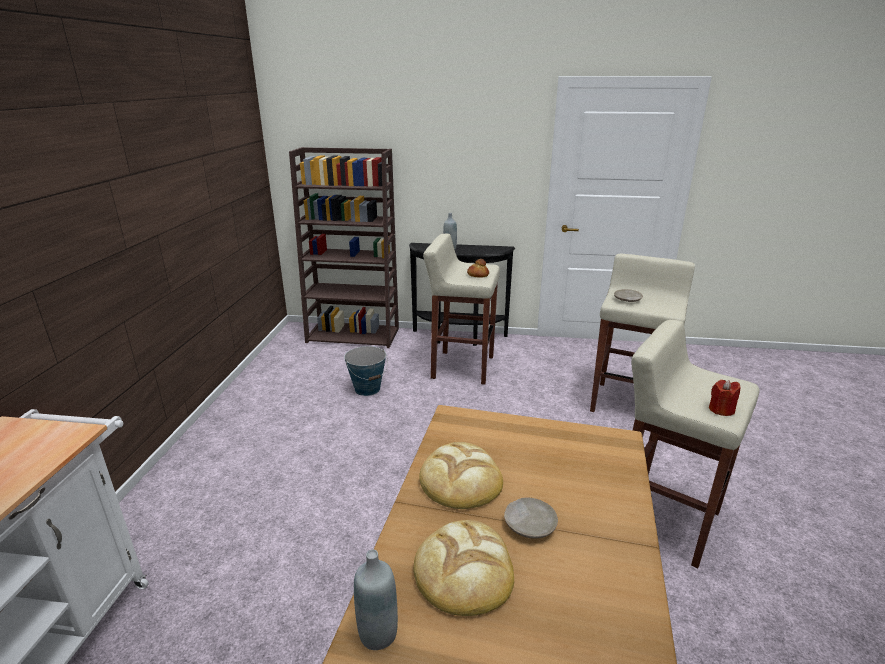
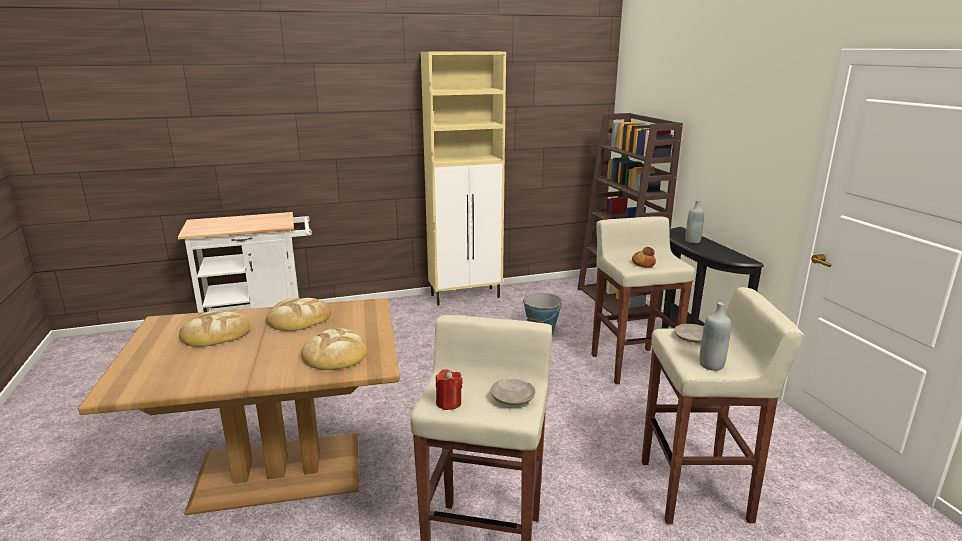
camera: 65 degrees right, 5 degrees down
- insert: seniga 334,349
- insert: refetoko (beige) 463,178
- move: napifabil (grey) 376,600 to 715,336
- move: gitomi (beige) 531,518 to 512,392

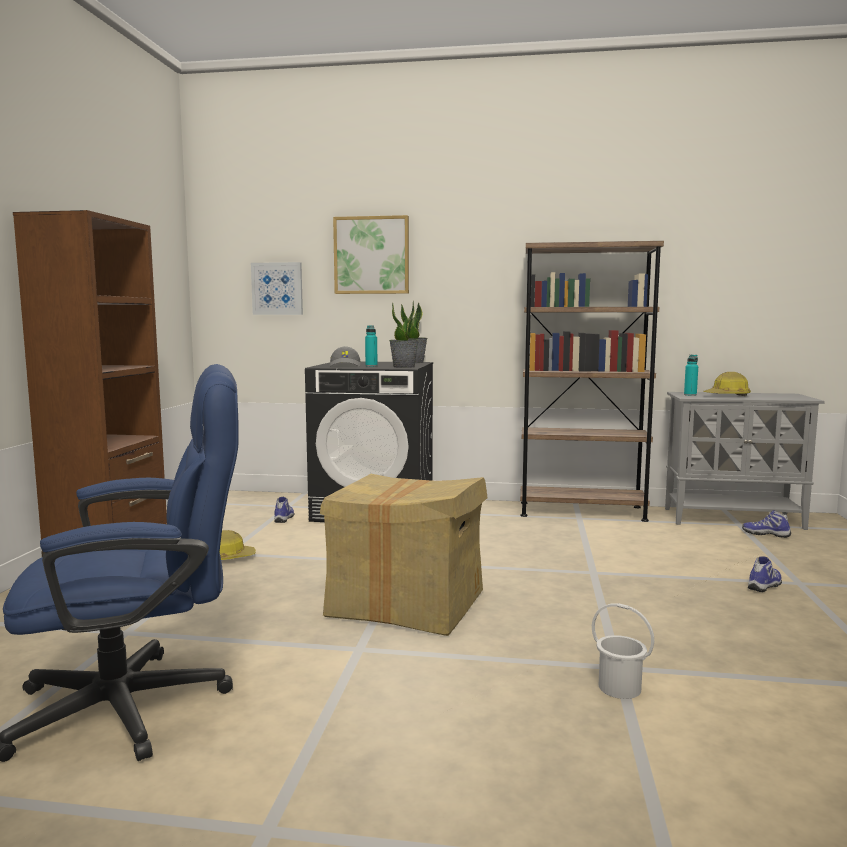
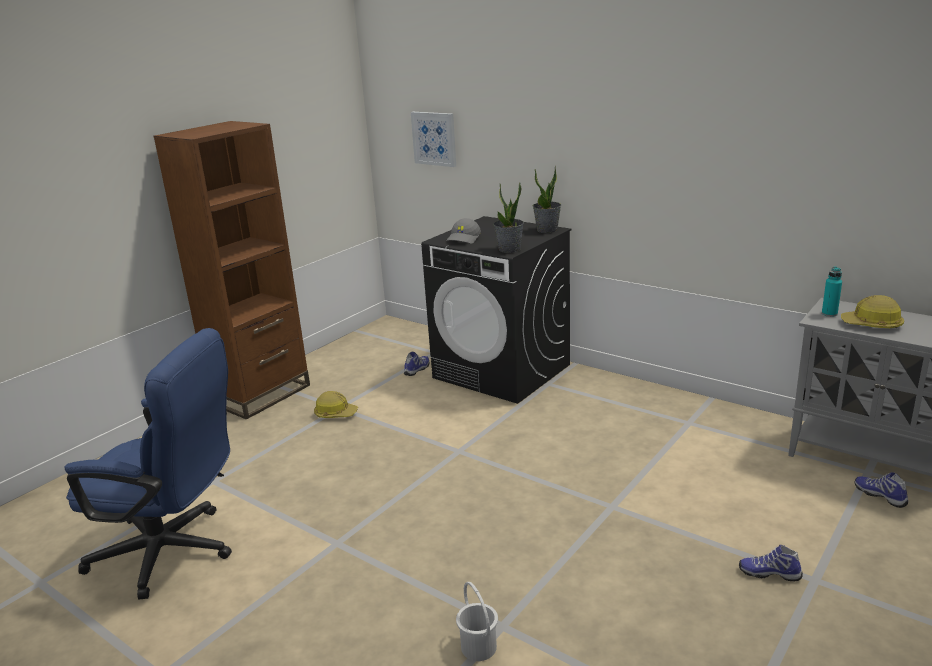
camera: 30 degrees right, 15 degrees up
- delete: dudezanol 404,555
- delete: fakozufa 371,254
- delete: napifabil (turquoise) 371,346
- delete: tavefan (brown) 592,381
- rotate: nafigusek 765,574 = 771,563 150 degrees counterclockwise

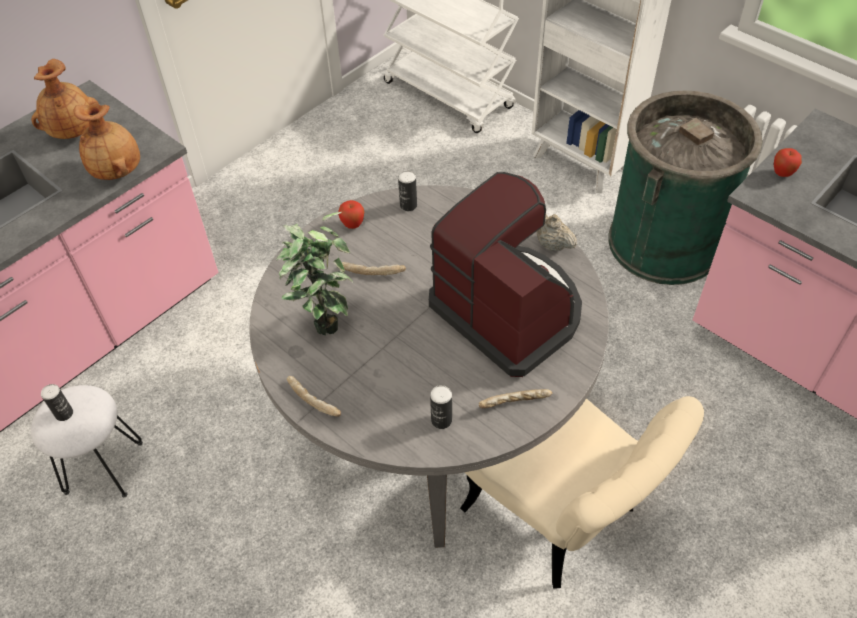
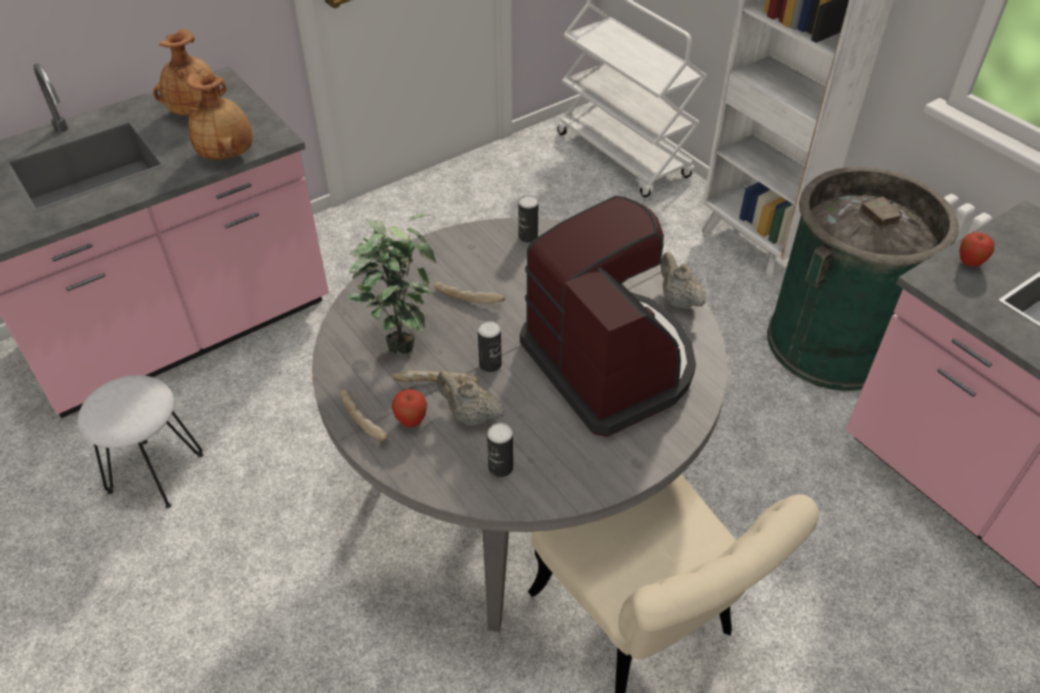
camera: 10 degrees right, 5 degrees down
- insert: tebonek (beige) 471,398
- move: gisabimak 57,402 to 490,346
- move: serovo 351,214 to 409,408
- move: seniga 516,398 to 435,377

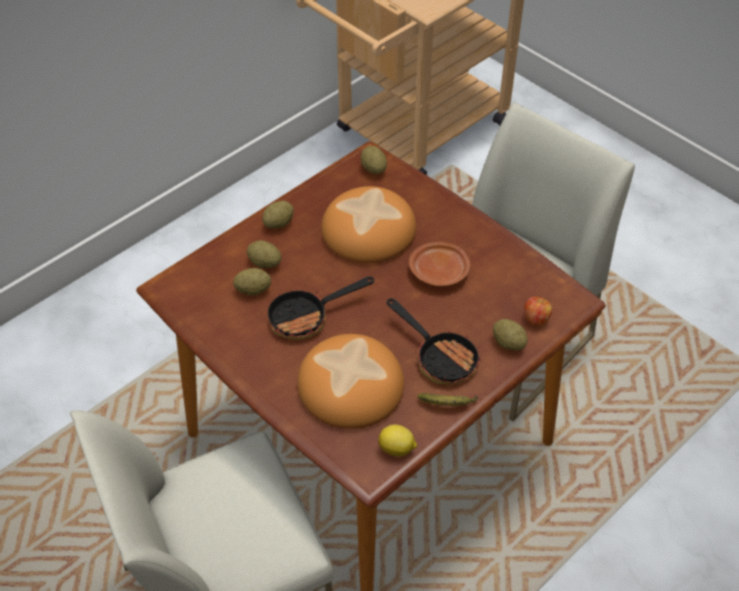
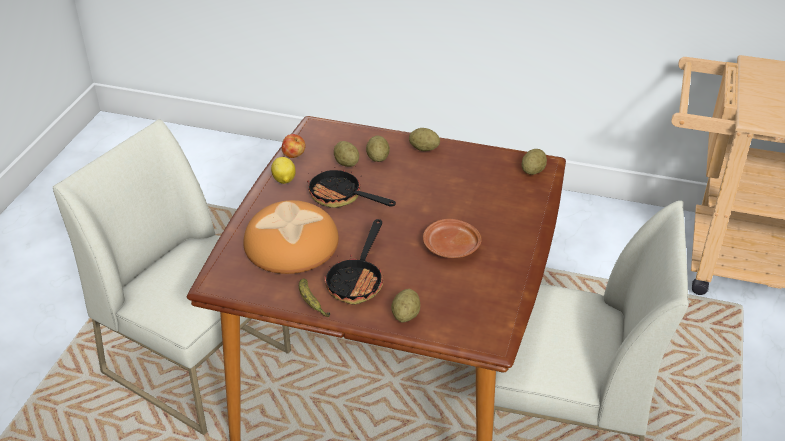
camera: 60 degrees right, 10 degrees down
- delete: seniga 368,224
- move: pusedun 397,440 to 283,170
- move: serovo 538,311 to 294,146

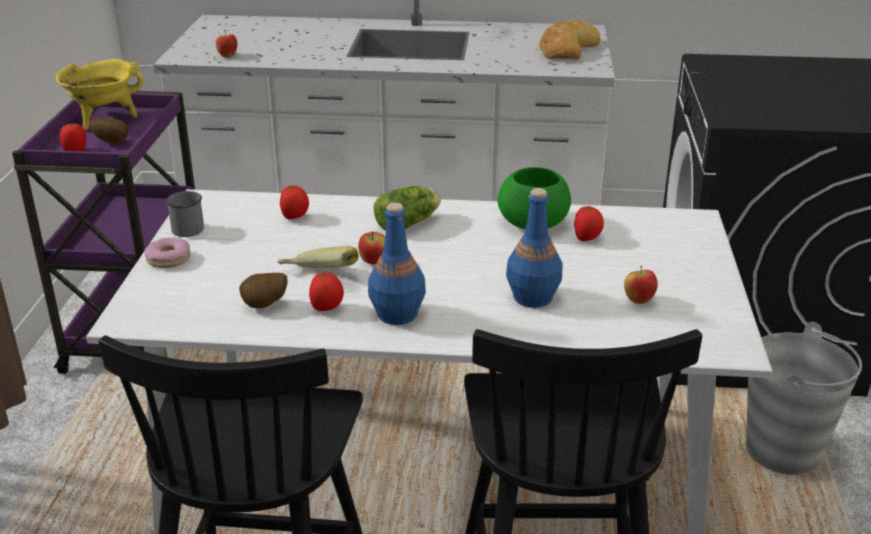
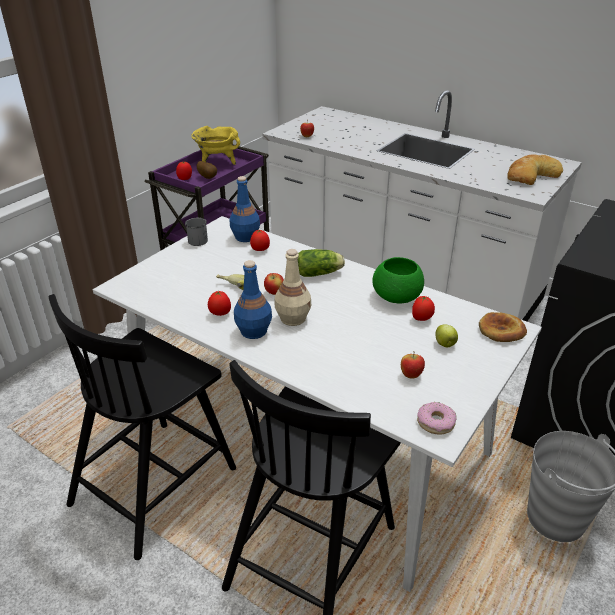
camera: 30 degrees right, 5 degrees up
- delete: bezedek 263,290
- insert: napifabil (beige) 293,287
- insert: serovo 447,335
- insert: seniga 503,327
- move: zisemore 168,253 to 437,418
- move: napifabil (blue) 534,248 to 245,209

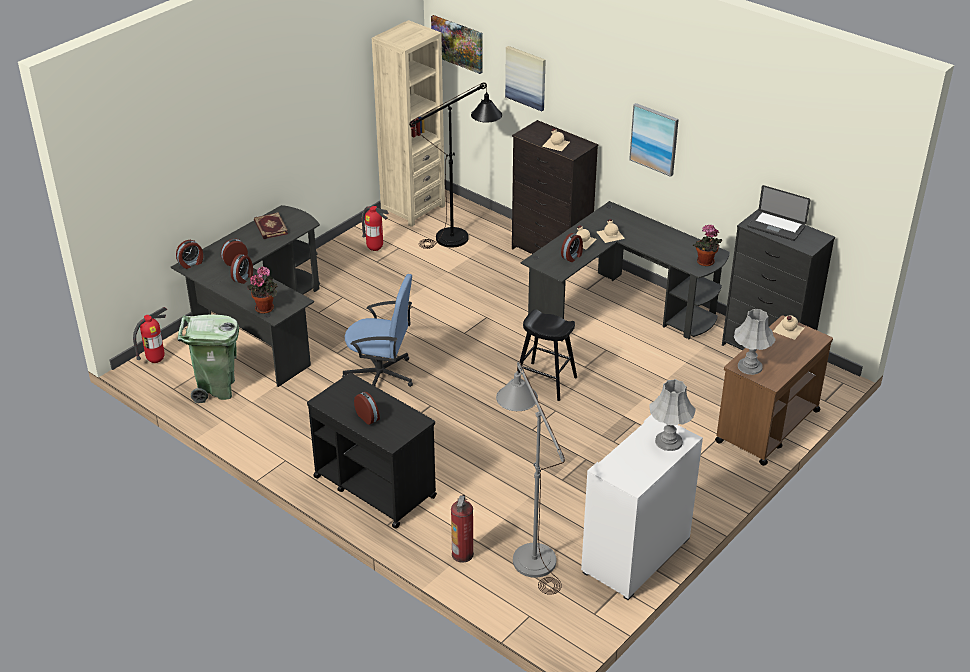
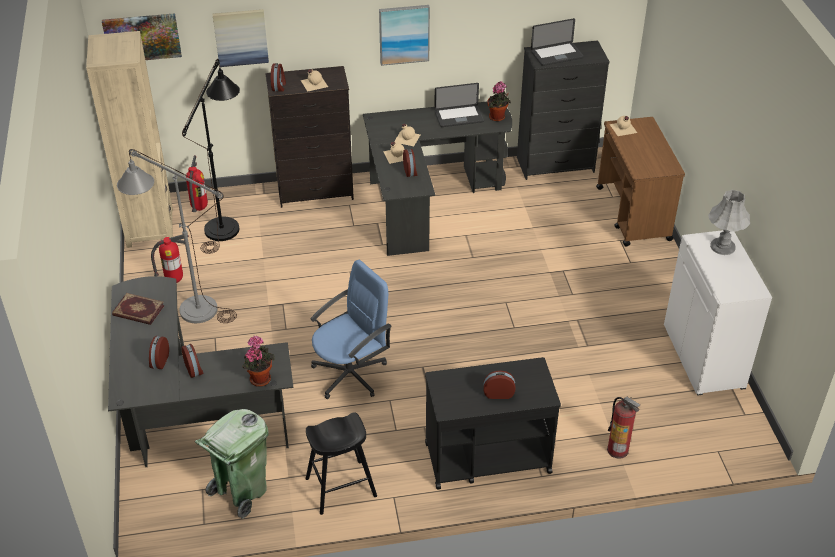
camera: 50 degrees left, 5 degrees up
- delete: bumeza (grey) 755,342
- insert: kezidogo 459,105
- move: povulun 150,335 to 197,183
- move: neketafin 189,254 to 278,77
- move: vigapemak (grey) 530,478 to 177,236
- move: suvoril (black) 547,355 to 341,463

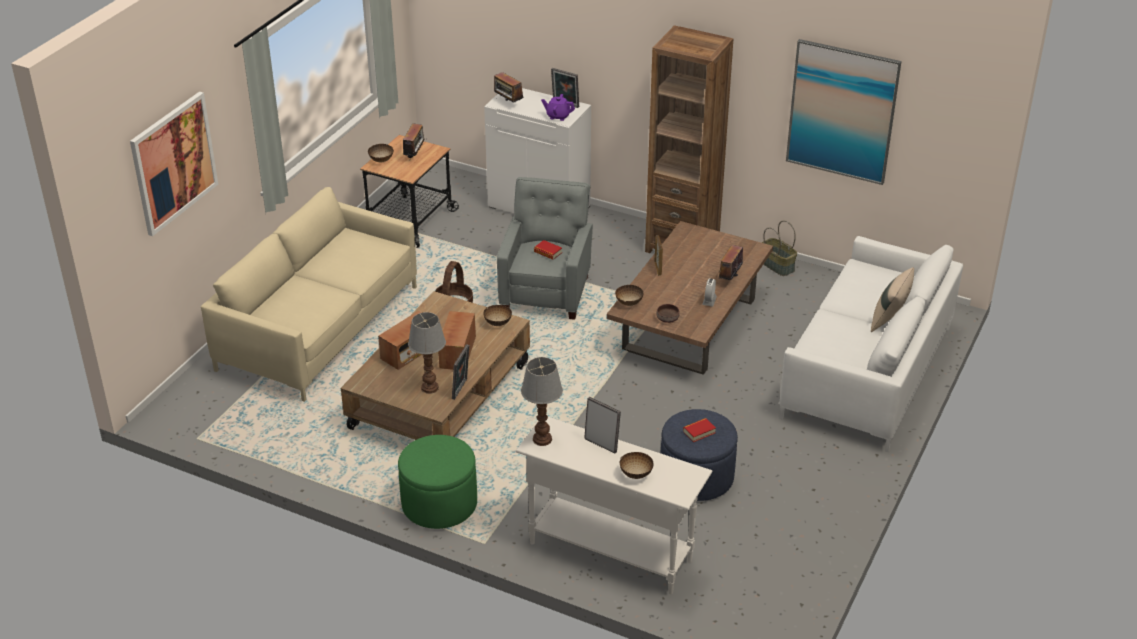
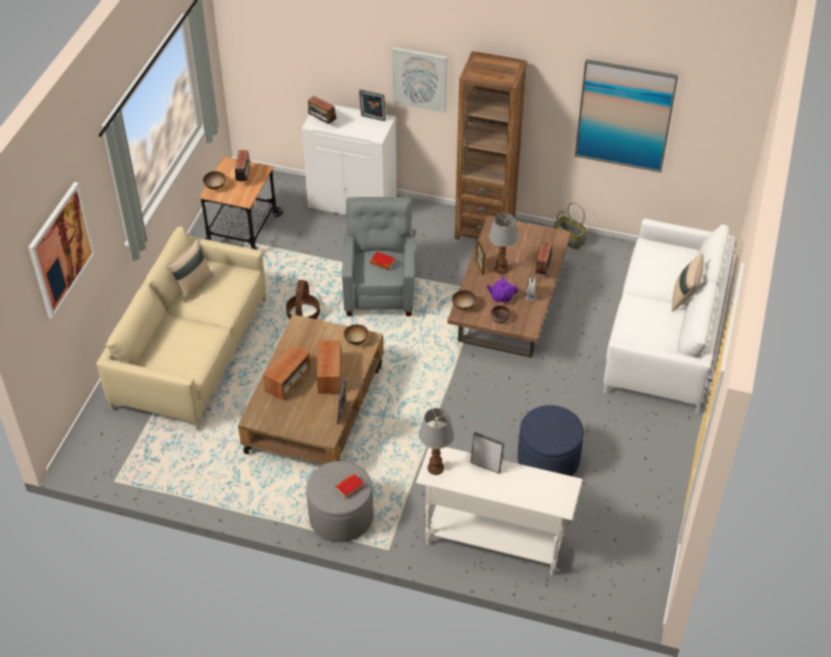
camera: 10 degrees left, 10 degrees up
- delete: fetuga 637,465
- insert: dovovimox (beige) 189,270
- insert: fakozufa 419,80
- move: bumeza 427,353 to 504,243
- move: tebonek (purple) 558,107 to 502,289
- move: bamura 699,430 to 349,486
- recolor: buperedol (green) 437,482 to buperedol (grey) 339,501

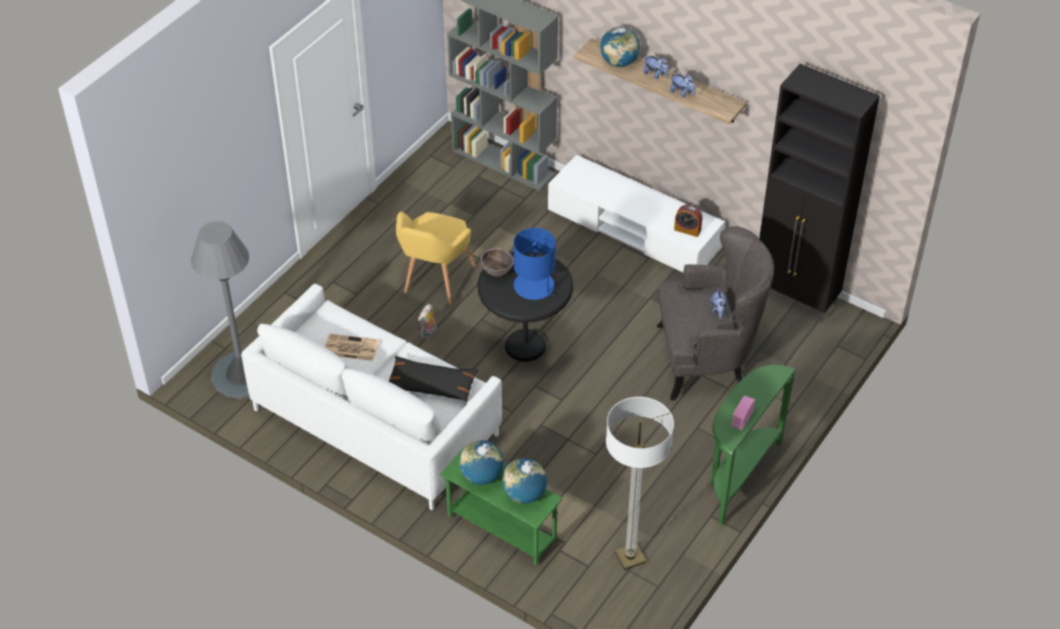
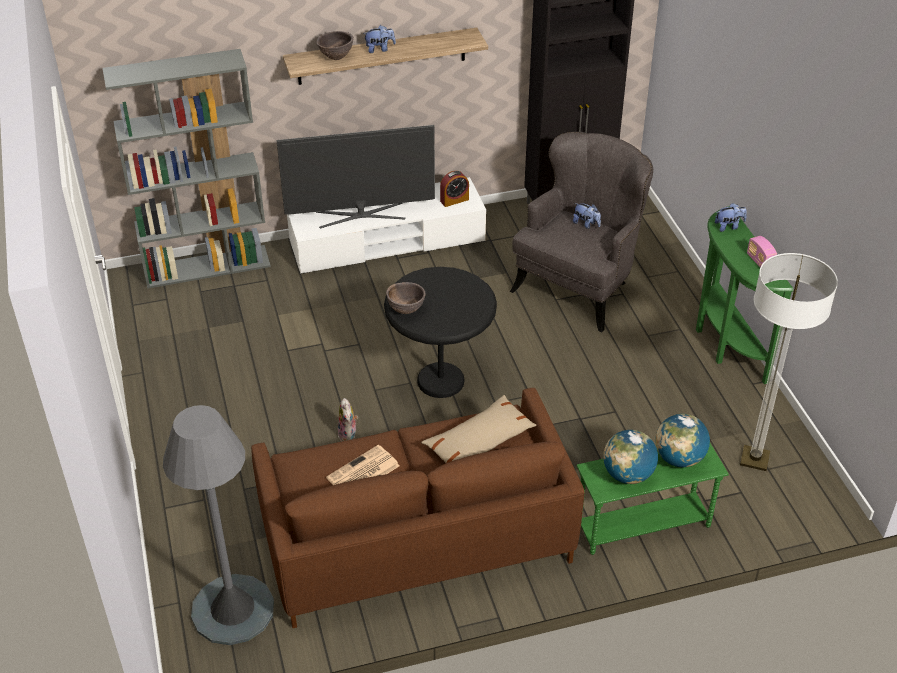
camera: 50 degrees left, 5 degrees down
- delete: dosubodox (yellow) 436,258
- delete: bumeza (blue) 534,264
- insert: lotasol 356,176
- move: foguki 682,85 to 731,217
- replace: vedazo 620,47 to fetuga (brown) 335,45
- recolor: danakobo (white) 371,397 to danakobo (brown) 418,508
- recolor: dovovimox (black) 434,379 to dovovimox (beige) 479,429

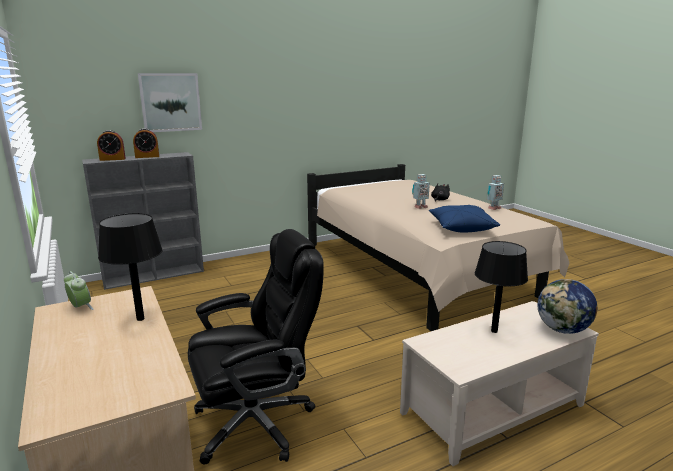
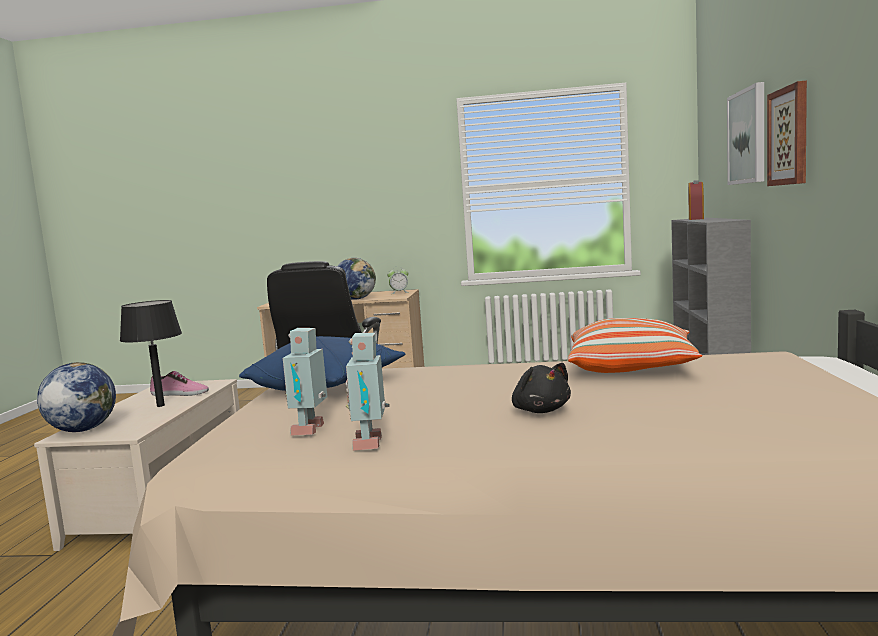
camera: 125 degrees right, 10 degrees down
- delete: neketafin 146,143
- insert: nafigusek 179,383
- insert: dovovimox 635,345
- insert: fakozufa 787,133
- move: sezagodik 421,191 to 305,382
- replace: bumeza (black) 130,267 to vedazo 357,279

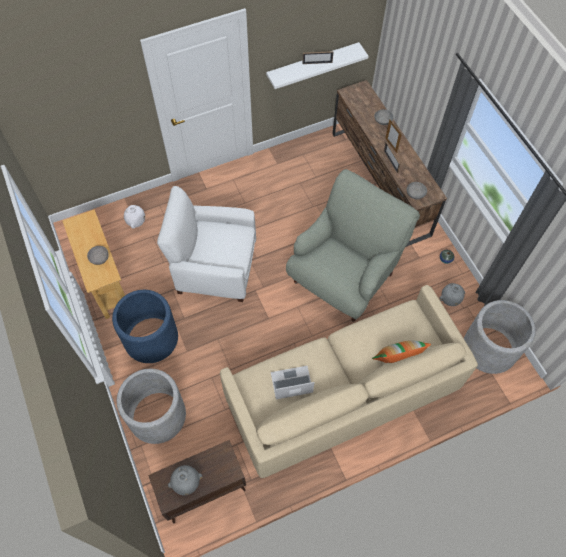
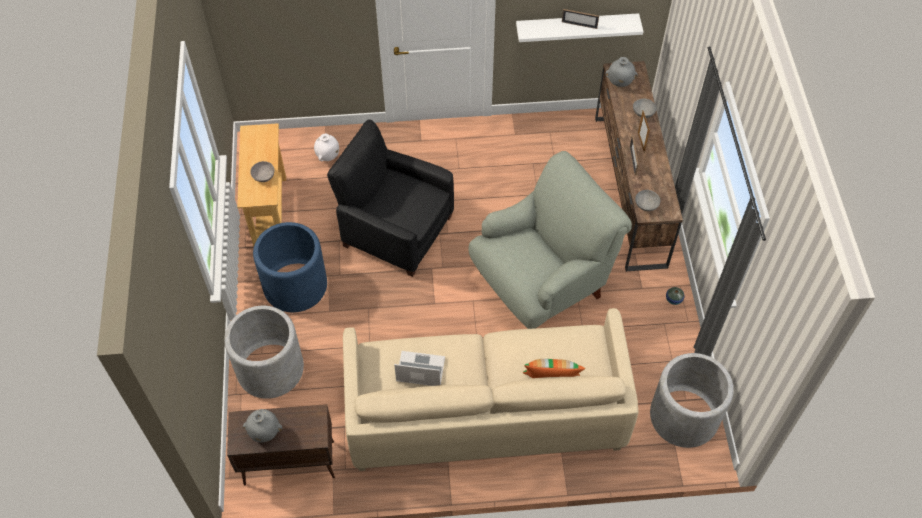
camera: 20 degrees right, 5 degrees down
- move: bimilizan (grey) 452,294 to 621,72
- recolor: dosubodox (white) 206,244 to dosubodox (black) 390,198

